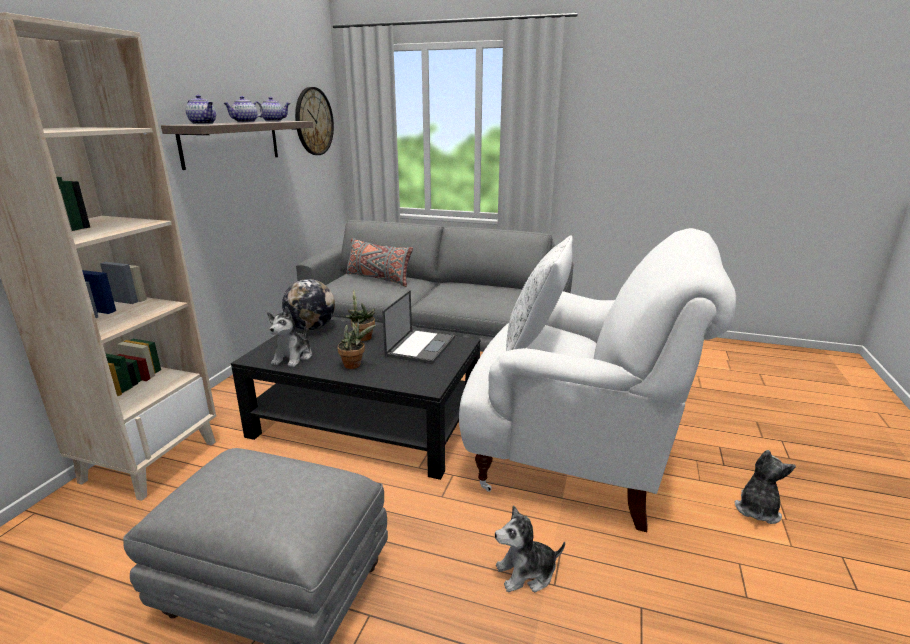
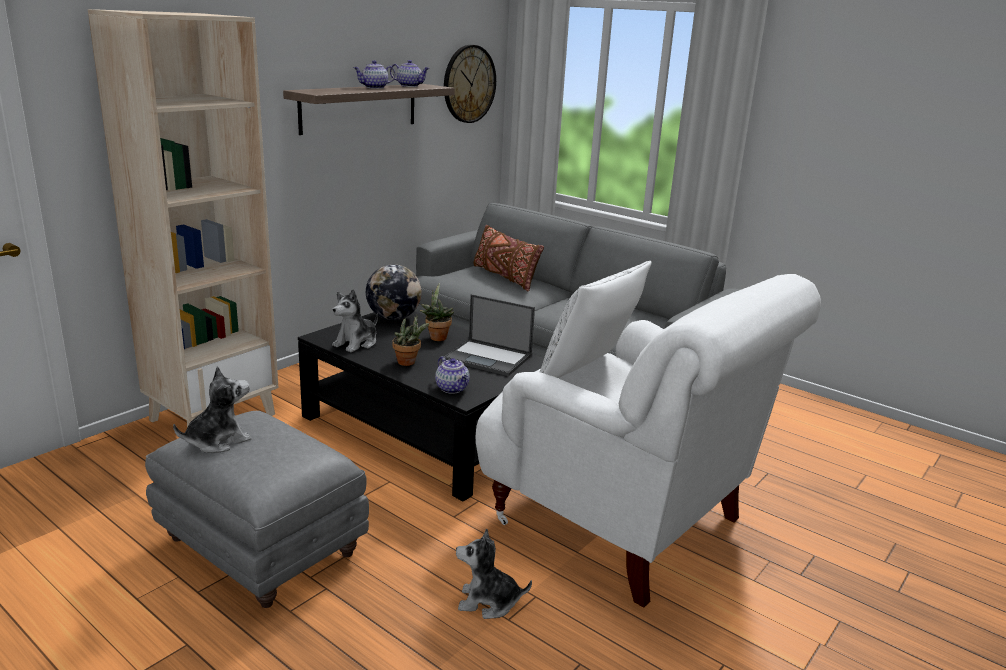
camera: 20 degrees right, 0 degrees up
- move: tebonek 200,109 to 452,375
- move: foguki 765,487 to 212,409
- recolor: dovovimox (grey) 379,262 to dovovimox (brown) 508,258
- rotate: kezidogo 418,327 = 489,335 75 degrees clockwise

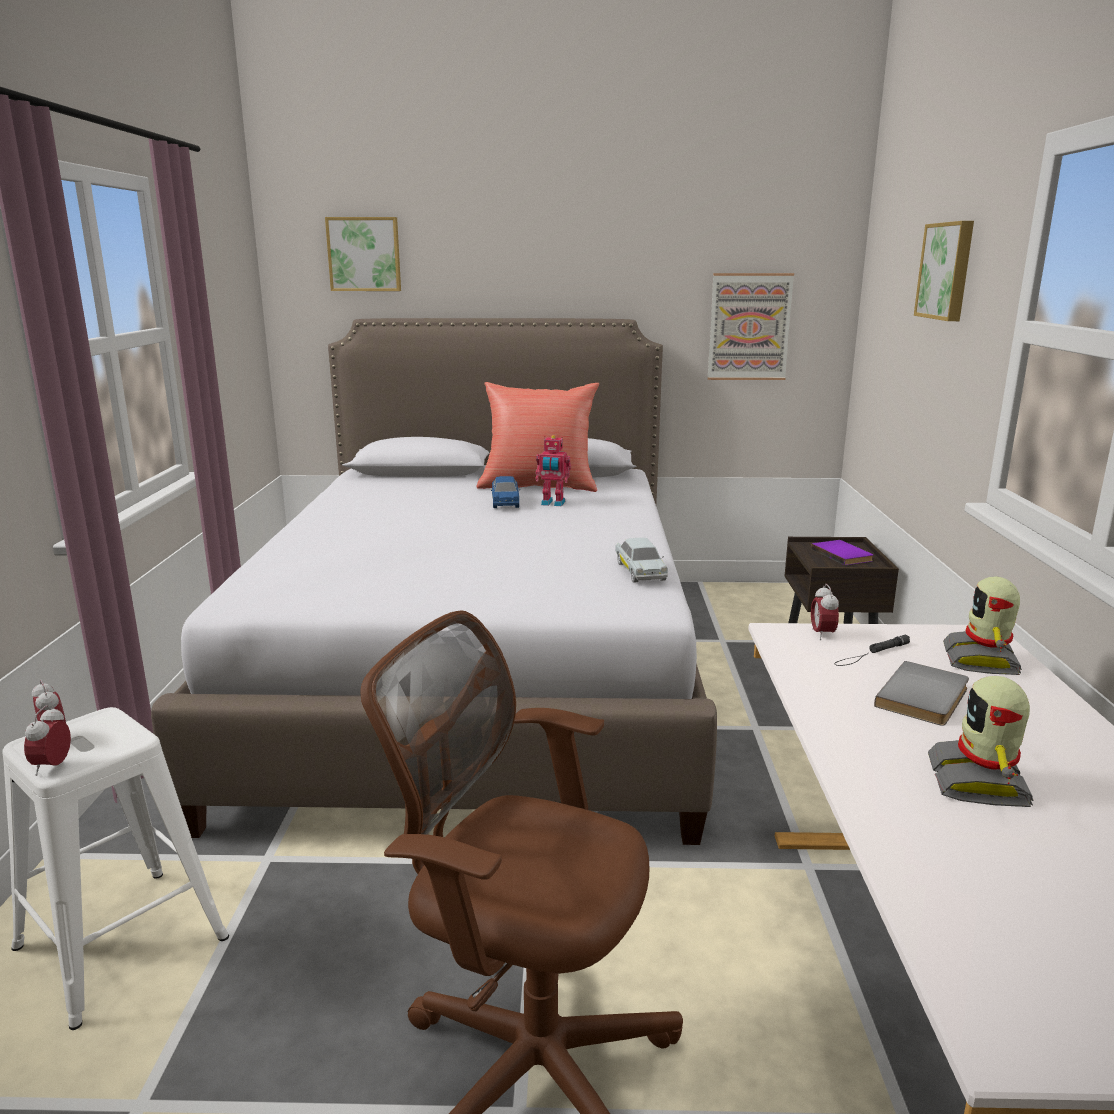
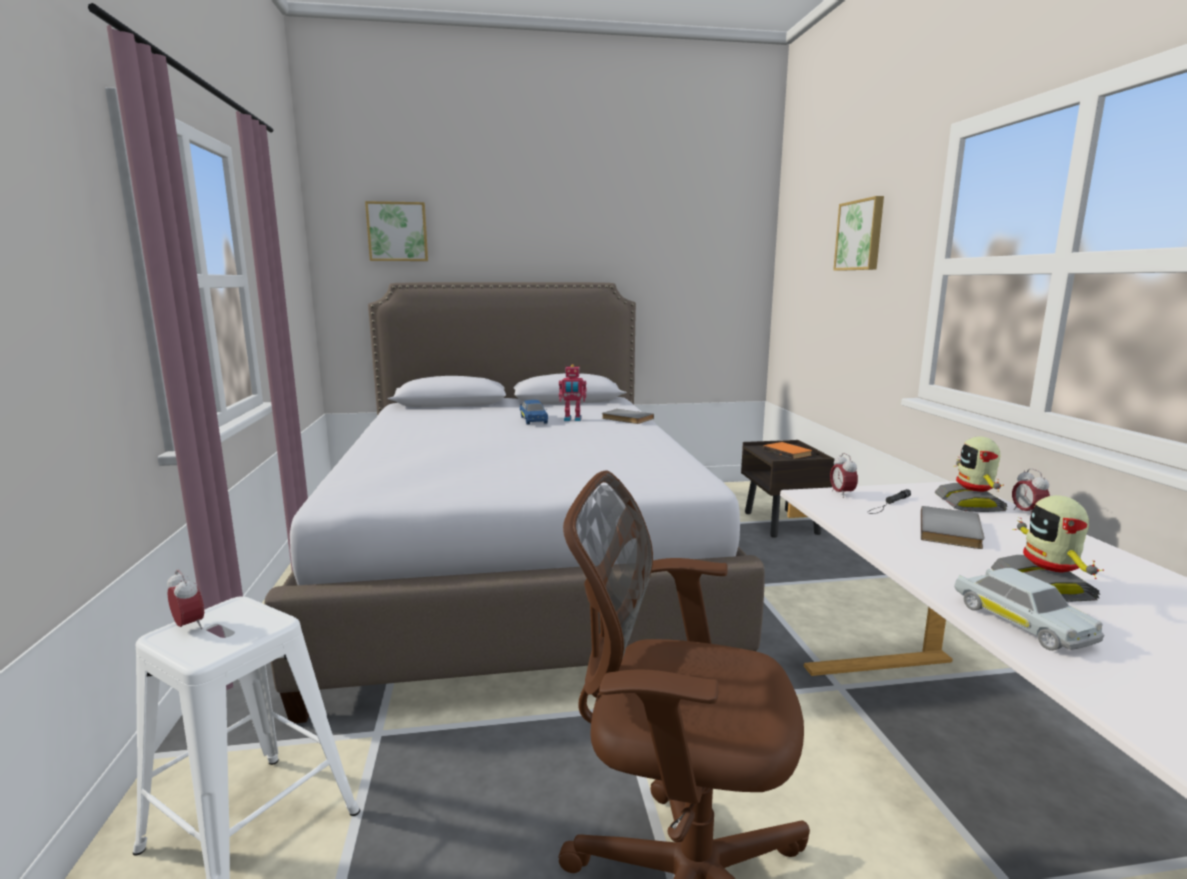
camera: 10 degrees left, 5 degrees down
- delete: dovovimox (red) 538,437
- delete: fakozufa 751,326
- insert: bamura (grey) 628,416
- move: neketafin 47,740 to 1031,490
- move: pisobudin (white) 641,560 to 1029,609
- recolor: bamura (purple) 842,552 to bamura (orange) 787,450

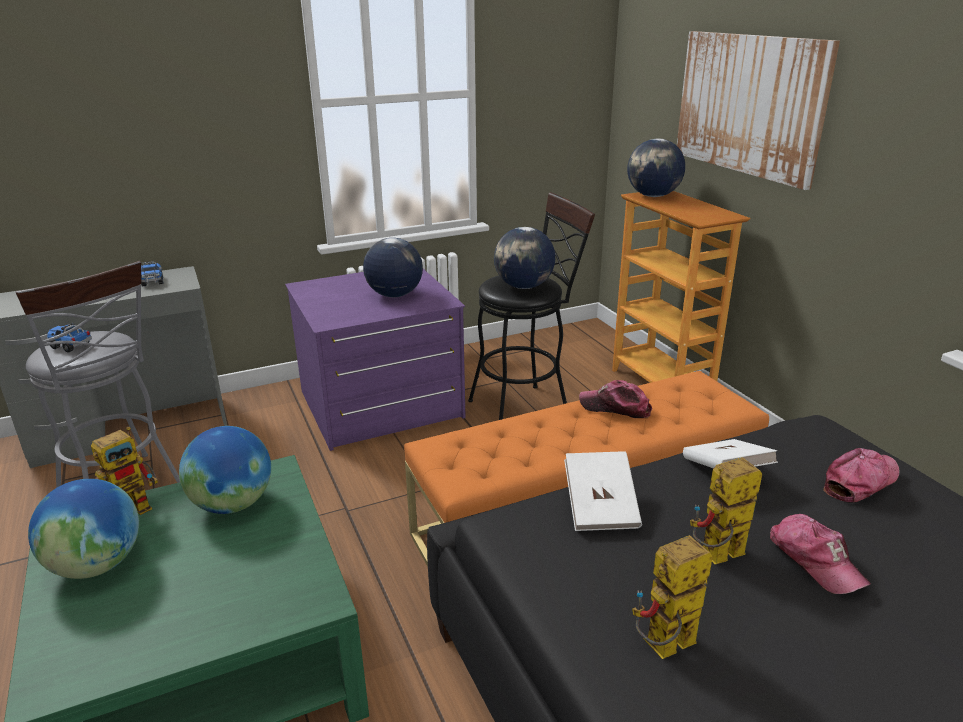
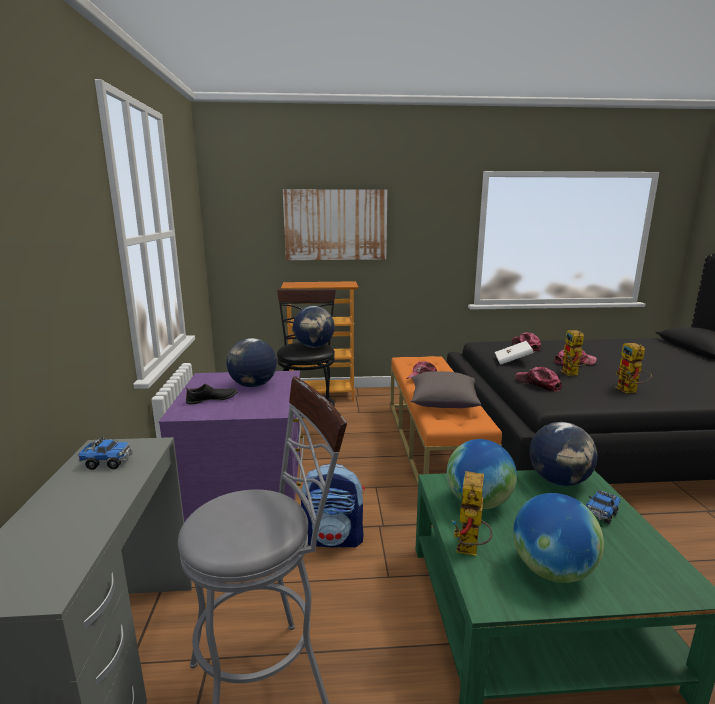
camera: 70 degrees left, 10 degrees down
- insert: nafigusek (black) 212,394
- insert: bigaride 333,506
- insert: dovovimox (grey) 446,389
- move: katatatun 69,337 to 603,507
- move: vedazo 656,168 to 563,454
- replace: bamura (white) 603,491 to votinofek 539,379
- rotate: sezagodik 124,471 = 472,513 135 degrees counterclockwise

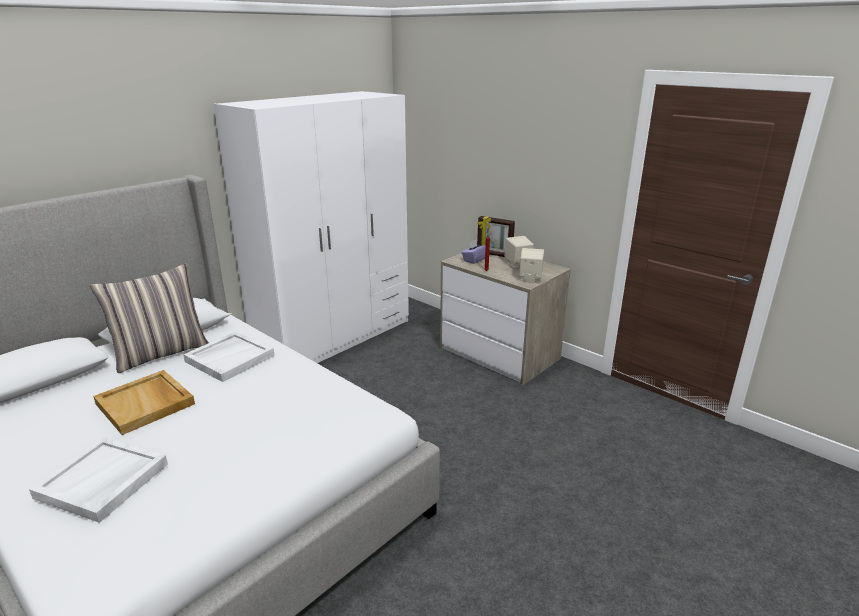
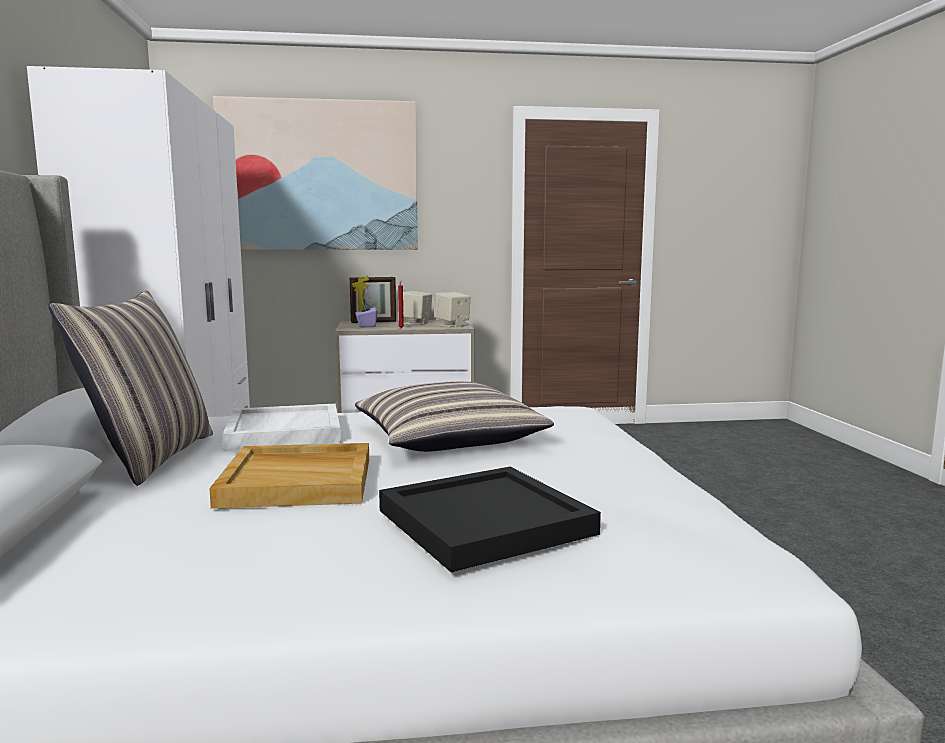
camera: 50 degrees left, 15 degrees down
- insert: fakozufa 315,173
- insert: dovovimox 454,416
- recolor: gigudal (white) 98,480 to gigudal (black) 490,519

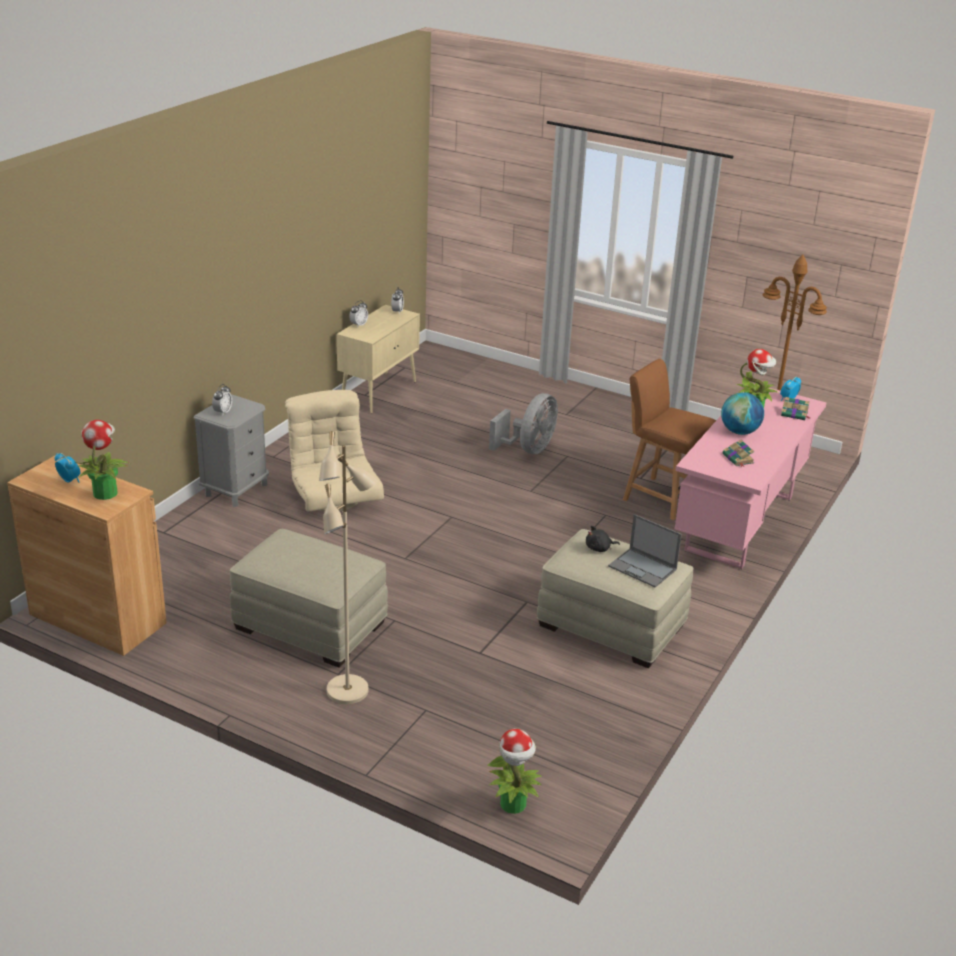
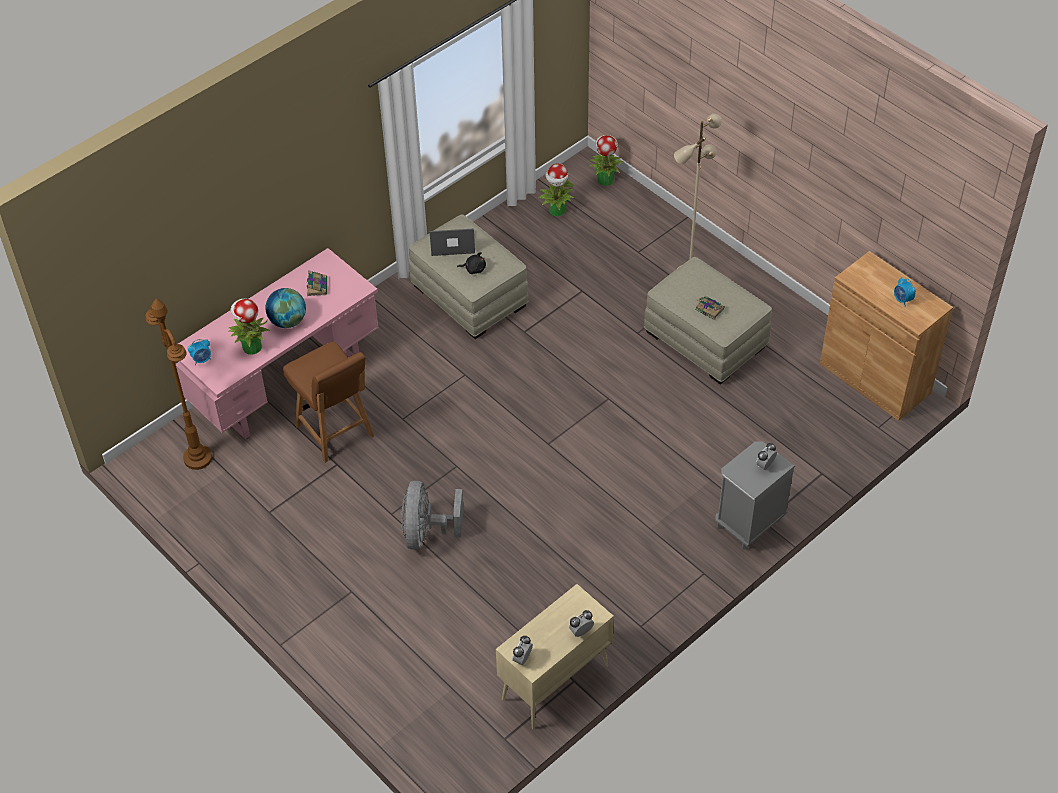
camera: 160 degrees left, 20 degrees up
- delete: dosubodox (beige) 334,451
- move: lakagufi 103,460 to 556,189
- move: bamura 796,408 to 710,308
- rotate: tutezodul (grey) 523,423 = 432,515 45 degrees counterclockwise
- rotate: kezidogo 645,550 = 452,242 60 degrees counterclockwise

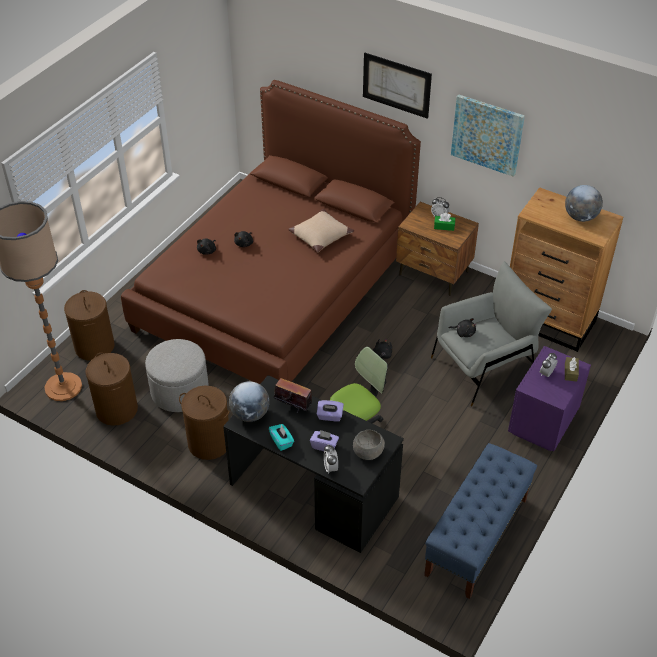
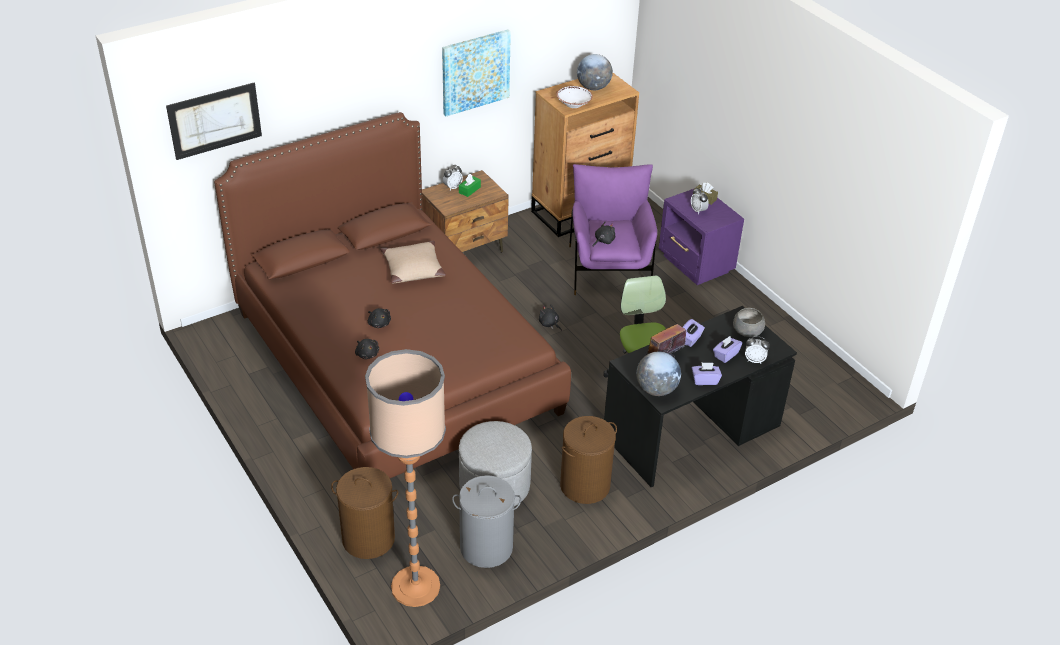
camera: 65 degrees left, 5 degrees down
- delete: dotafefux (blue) 480,521
- insert: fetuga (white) 574,97
- move: fakozufa 397,86 to 214,121
- recolor: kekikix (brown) 111,389 to kekikix (grey) 486,521
- recolor: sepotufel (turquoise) 281,437 to sepotufel (purple) 707,373
- recolor: dosubodox (grey) 491,333 to dosubodox (purple) 613,229

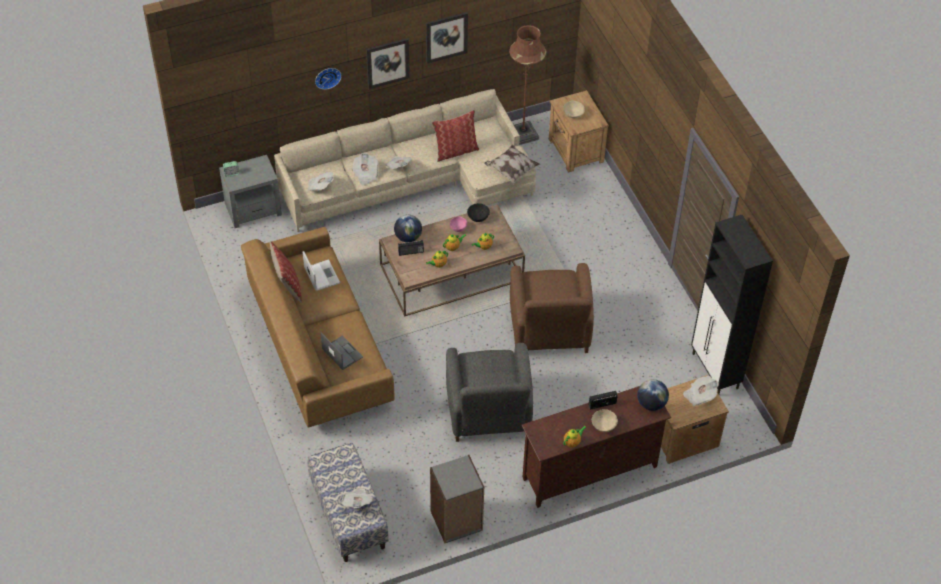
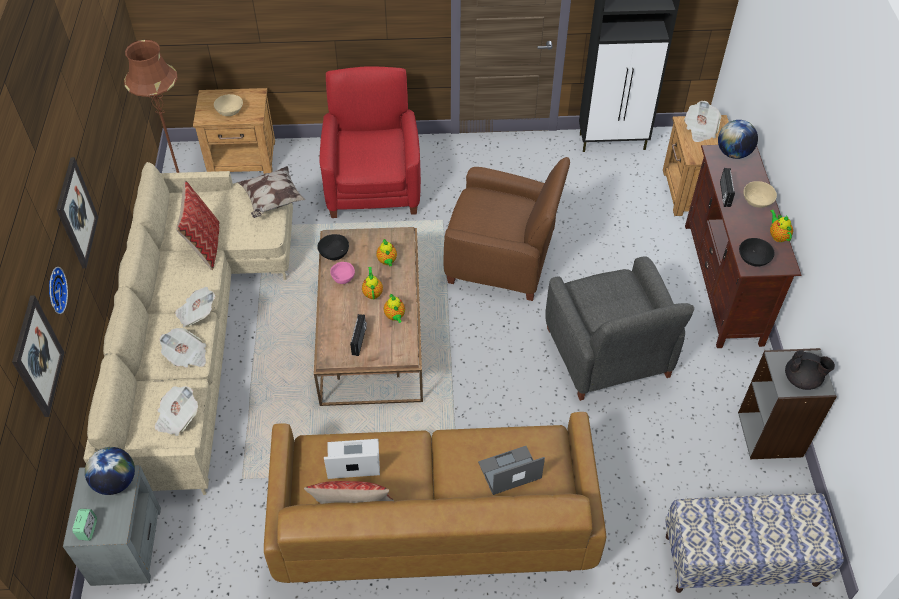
camera: 70 degrees left, 0 degrees up
- delete: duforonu 357,498
- insert: dosubodox (red) 370,142
- insert: fetuga (black) 757,252
- insert: tebonek (black) 810,370
- move: vedazo 408,228 to 110,471
- move: fakozufa 447,38 to 38,356
- rotate: dosubodox (grey) 489,392 = 619,328 60 degrees clockwise

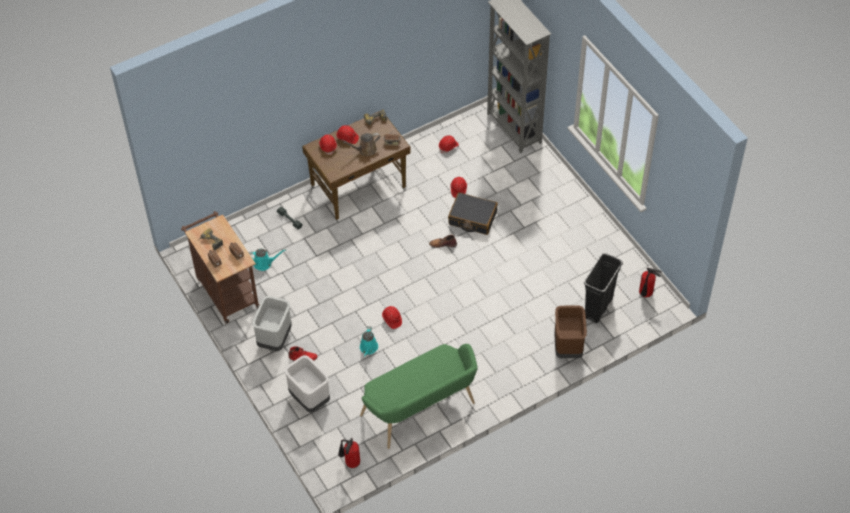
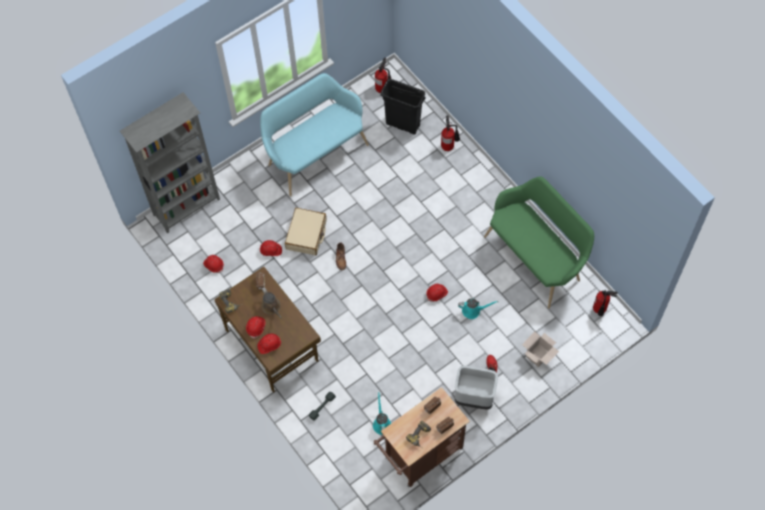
camera: 95 degrees left, 10 degrees up
- insert: dotafefux (turquoise) 314,134
- replace: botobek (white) 307,384 to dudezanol 540,349
- replace: botobek (brown) 570,332 to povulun 450,133
- recolor: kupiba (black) 473,213 to kupiba (beige) 306,231

